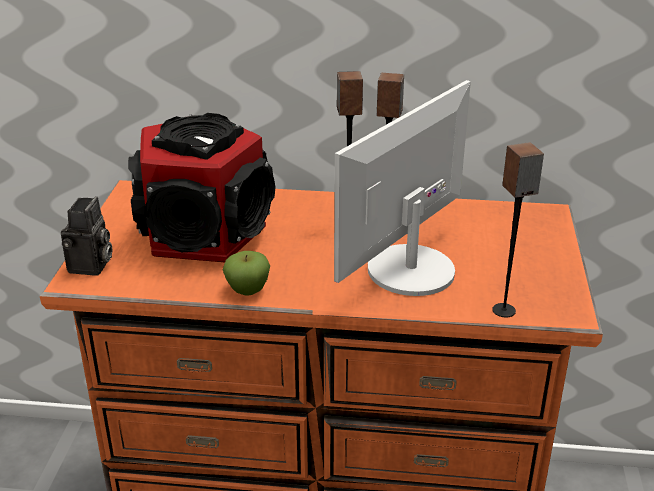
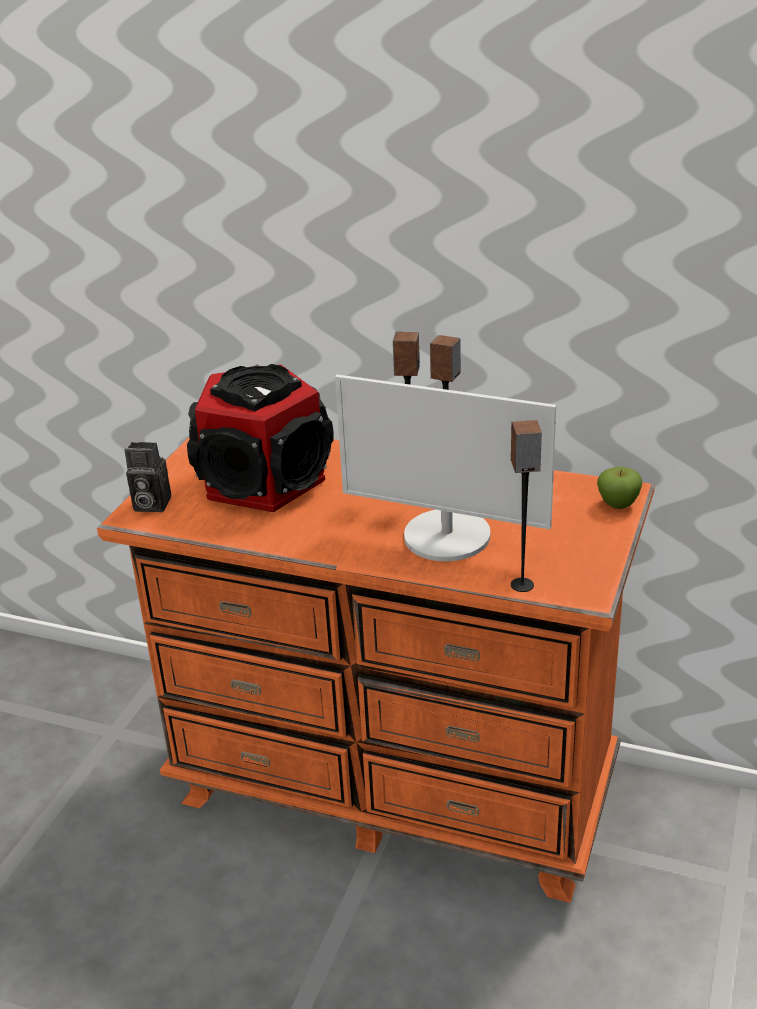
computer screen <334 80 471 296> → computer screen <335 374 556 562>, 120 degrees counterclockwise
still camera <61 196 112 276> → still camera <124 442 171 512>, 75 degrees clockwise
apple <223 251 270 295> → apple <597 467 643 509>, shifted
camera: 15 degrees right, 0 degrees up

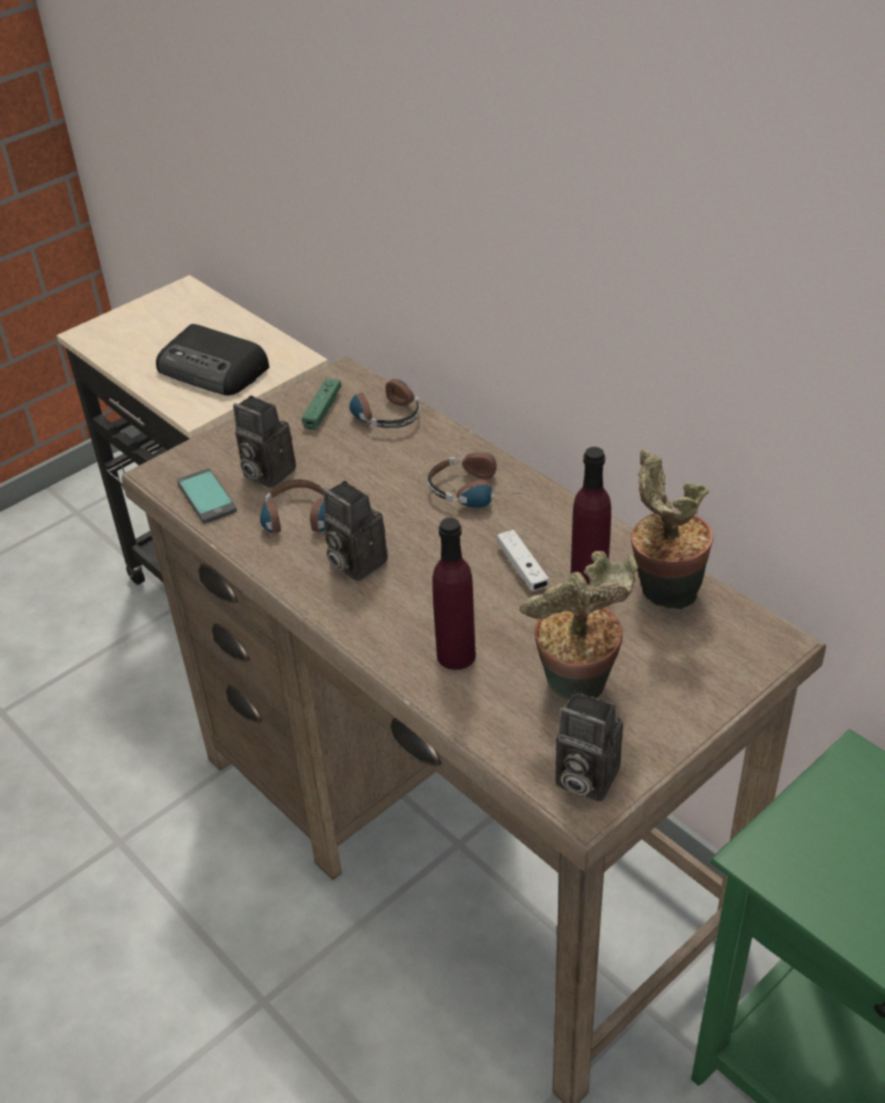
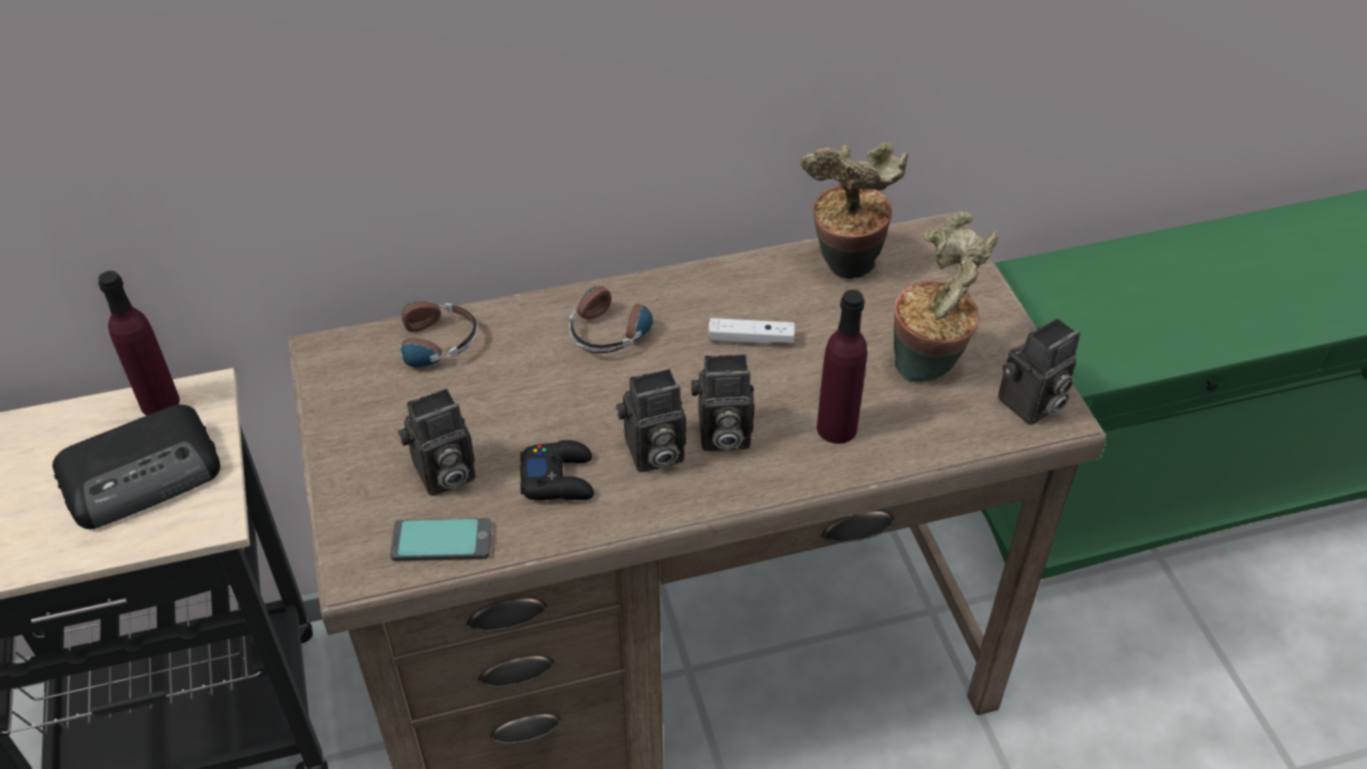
green-coloured game controller <302 378 341 430> → -
purplish bottle <571 447 611 585> → purplish bottle <98 271 180 416>, shifted
headphones <260 479 326 544> → black game controller <520 440 594 500>
- → still camera <691 354 754 451>
camera: 65 degrees left, 5 degrees up

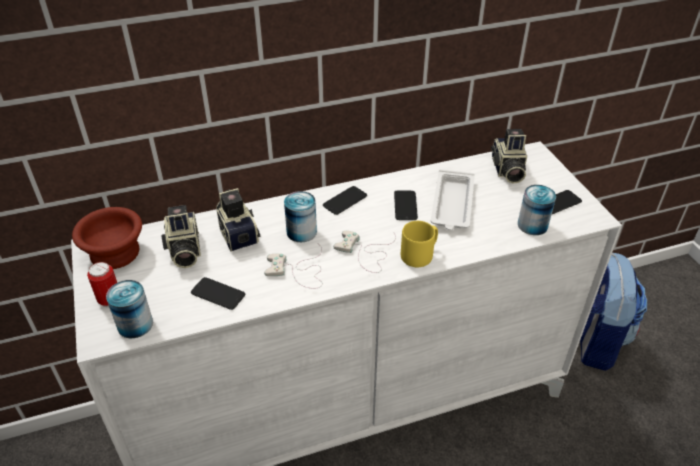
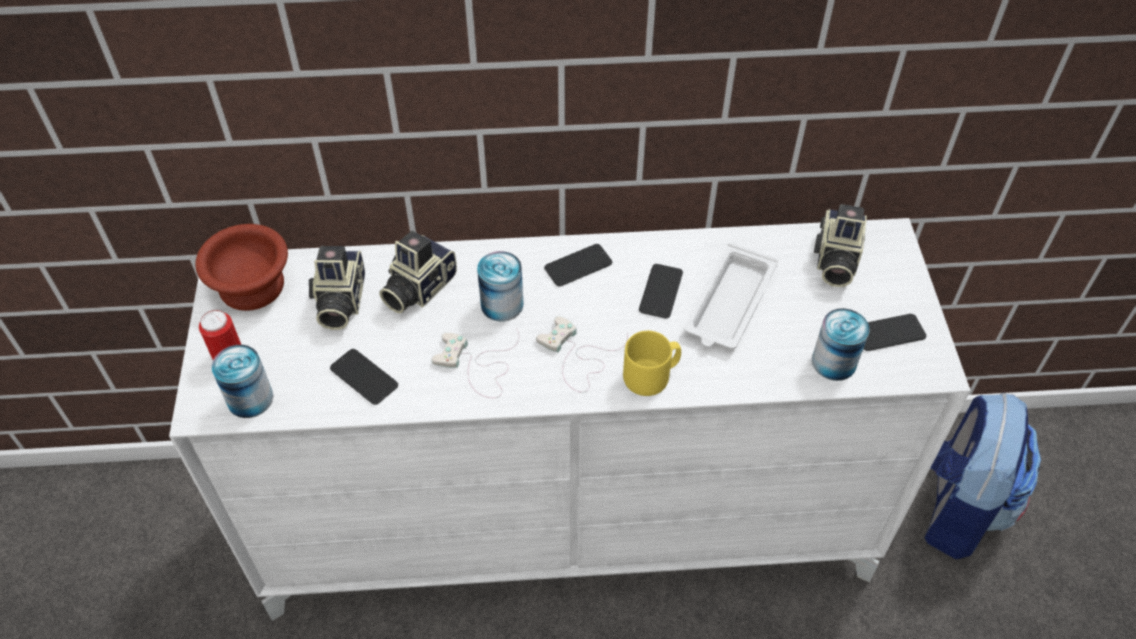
still camera <216 188 260 252> → still camera <379 231 457 313>, 135 degrees counterclockwise
camera: 15 degrees right, 10 degrees up

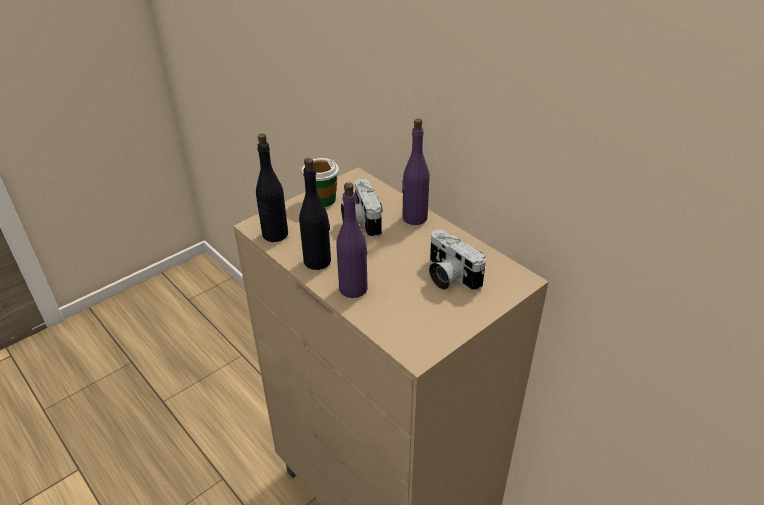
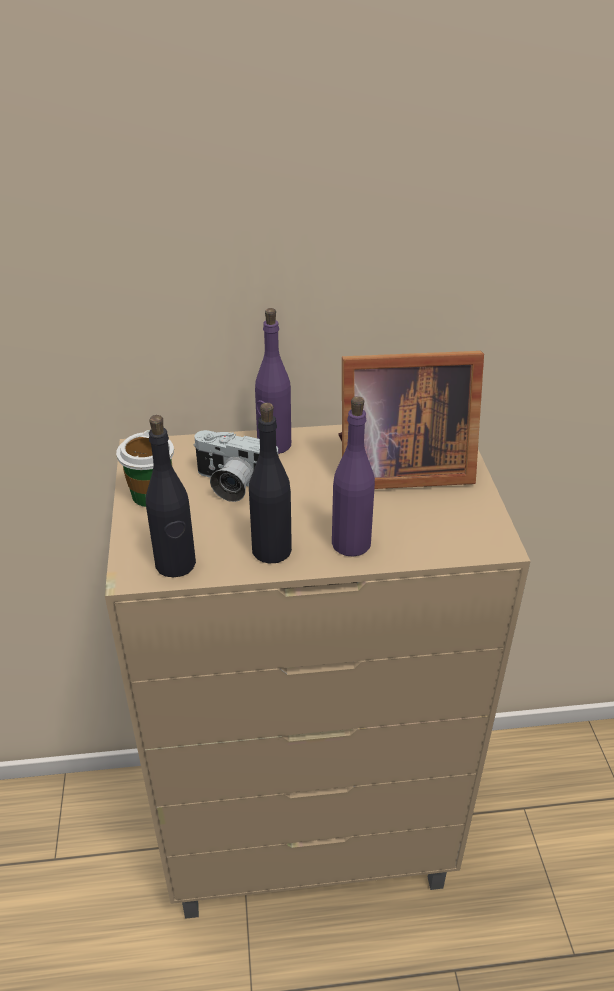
still camera <429 230 486 291> → picture frame <339 351 484 489>
camera: 55 degrees left, 0 degrees up

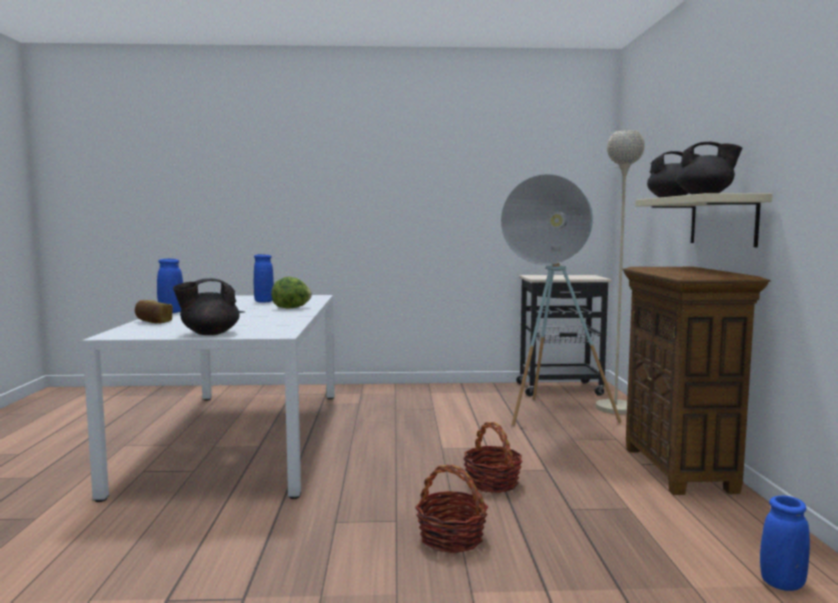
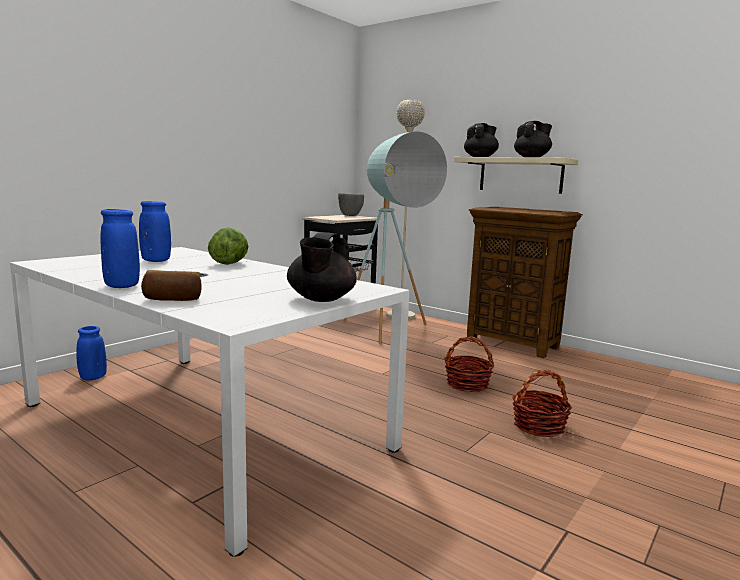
blue-coloured flower vase <760 496 810 591> → blue-coloured flower vase <76 326 107 380>, shifted
- → grey serving bowl <338 193 364 216>
camera: 50 degrees left, 5 degrees up

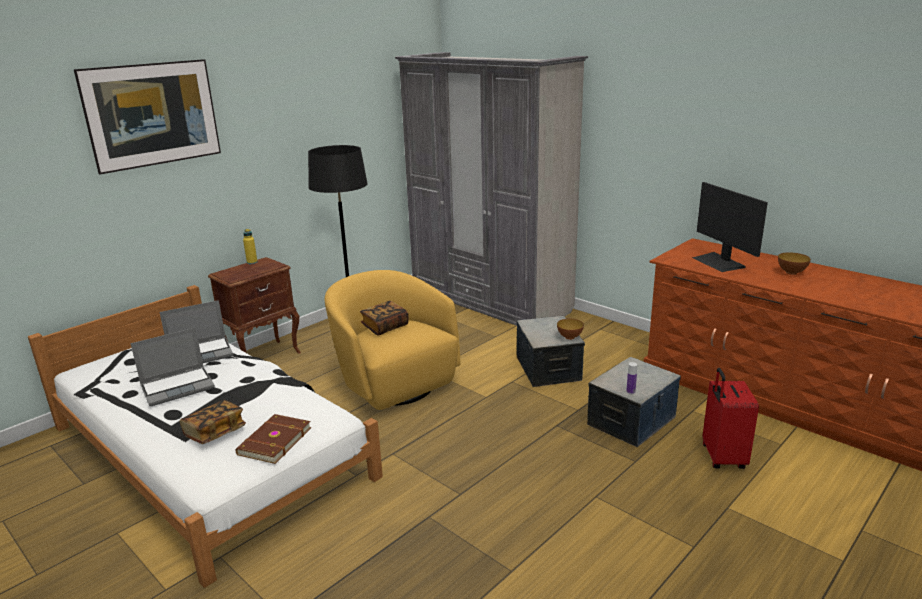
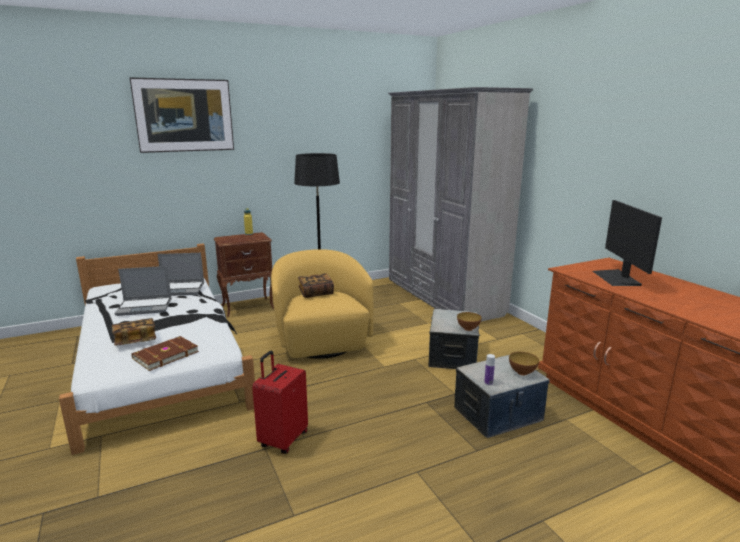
serving bowl <778 252 811 275> → serving bowl <509 352 539 376>, shifted
red travel case <702 368 759 469> → red travel case <252 351 308 454>, shifted
camera: 20 degrees right, 5 degrees down

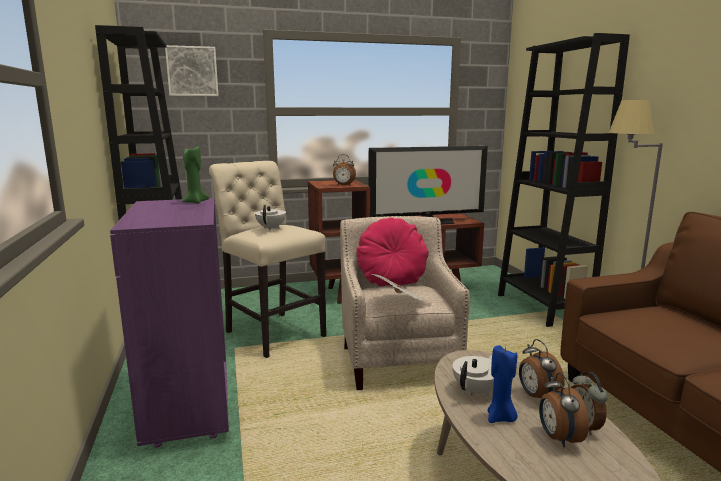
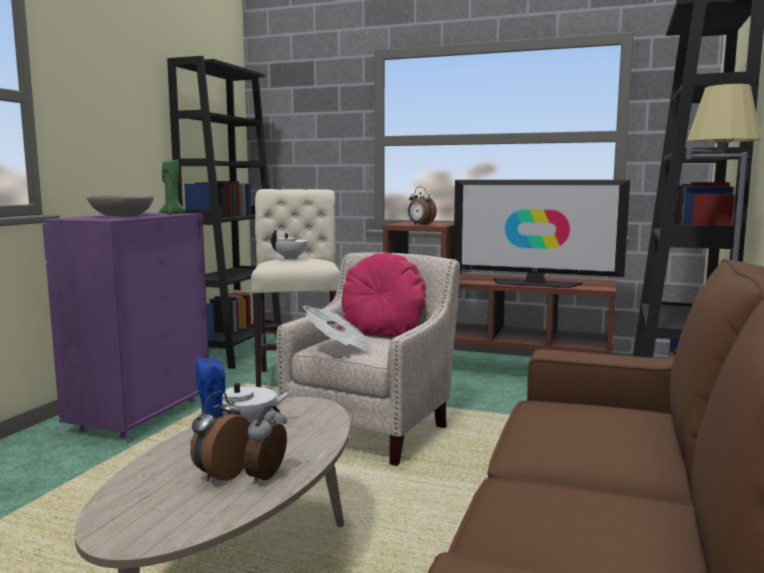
wall picture <165 45 219 96> → -
alarm clock <519 339 564 398> → -
- → grey serving bowl <87 195 154 216>
camera: 35 degrees right, 5 degrees down

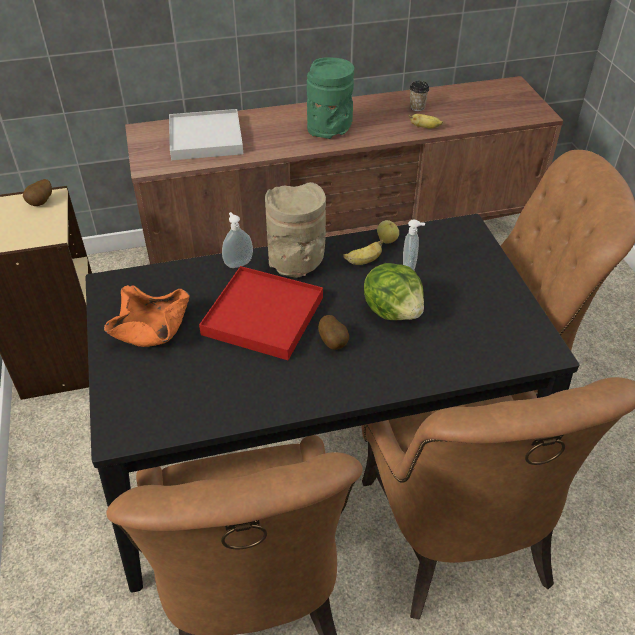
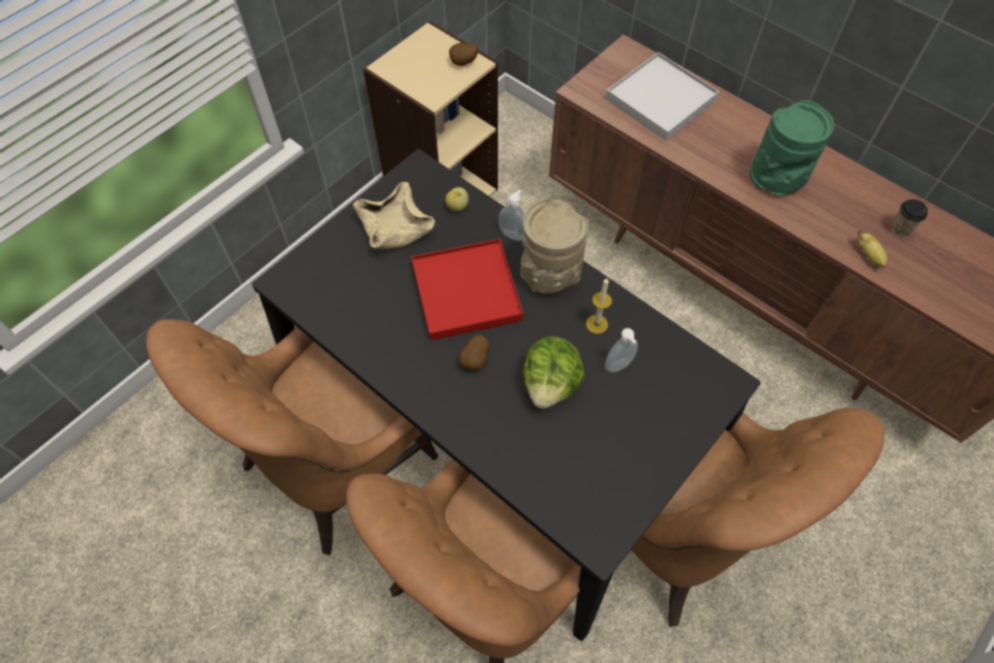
apple <377 220 399 244> → apple <445 187 469 212>, shifted
banana fruit <343 240 383 265> → wax light <586 278 612 334>
orange serving bowl <104 285 190 347> → sand-coloured serving bowl <353 182 435 249>
camera: 55 degrees right, 15 degrees up

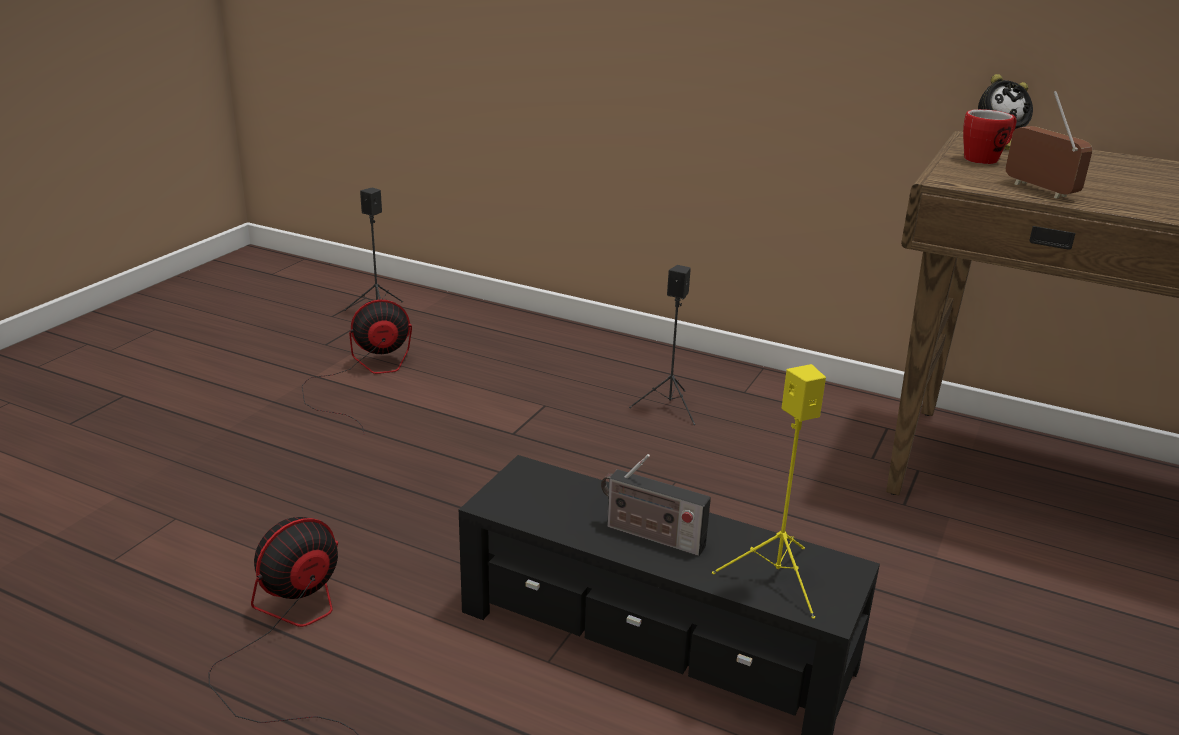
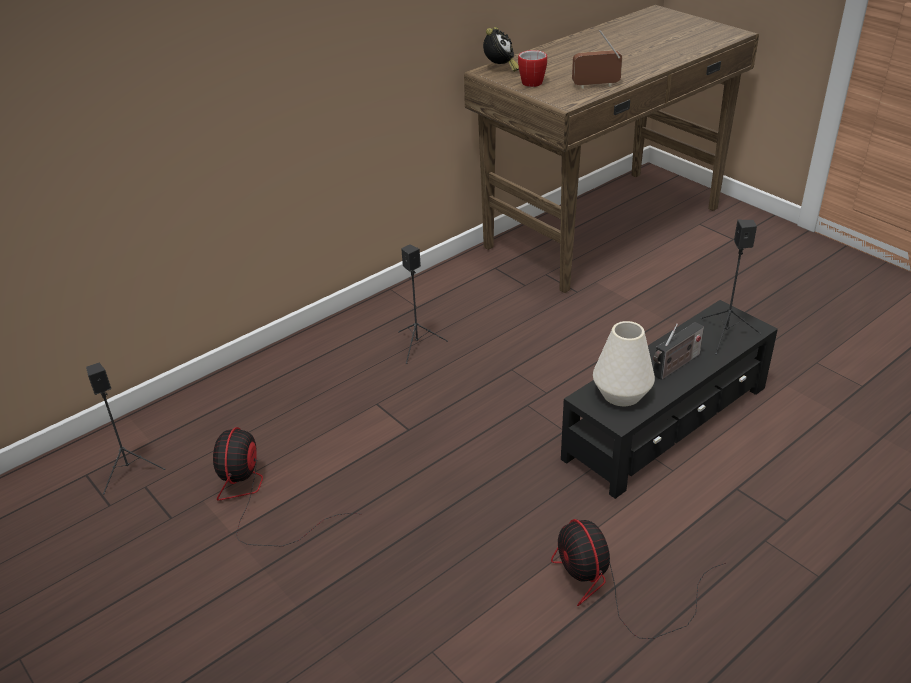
yellowish loudspeaker <712 364 826 619> → black loudspeaker <700 220 761 355>
- → white-coloured flower vase <593 321 655 406>
camera: 65 degrees left, 10 degrees up

